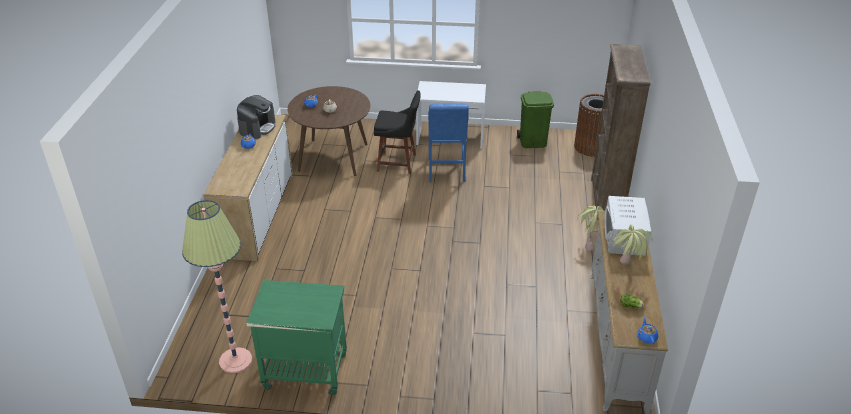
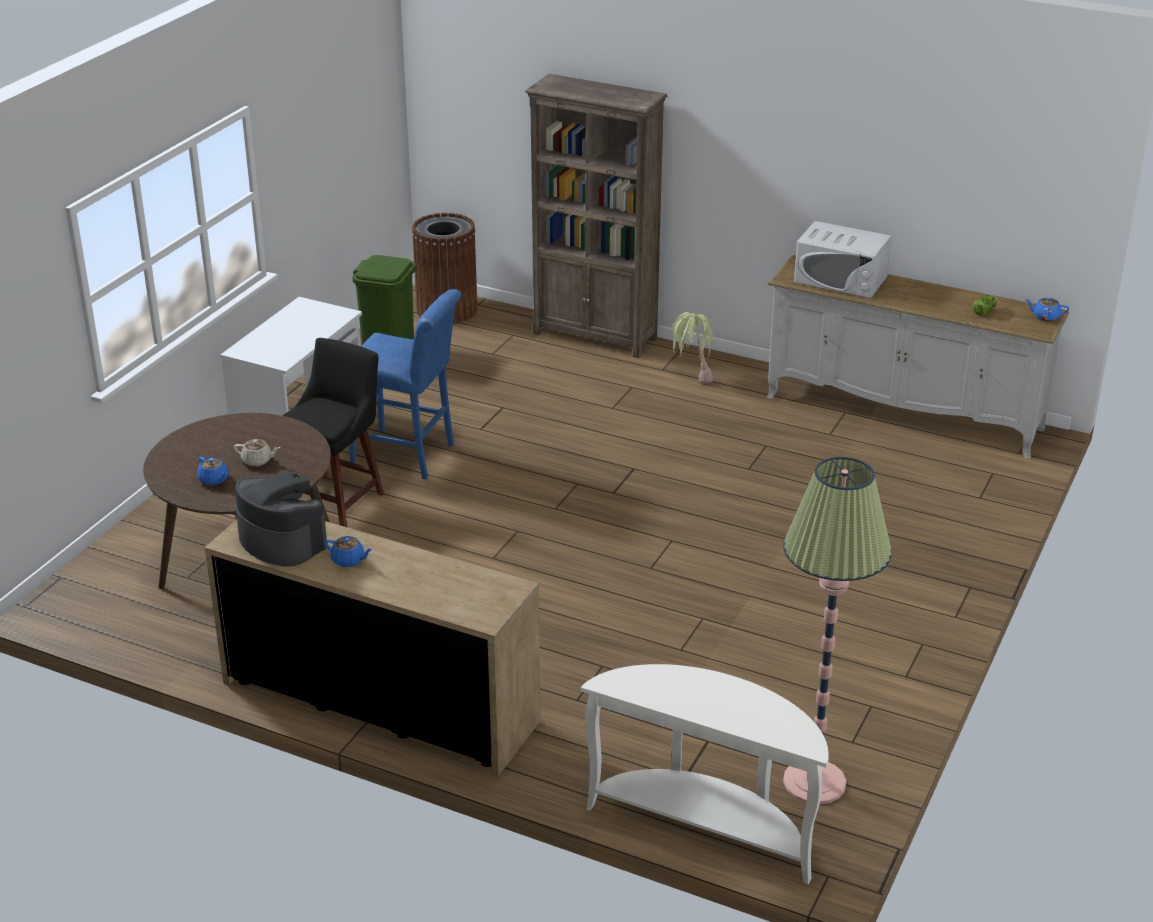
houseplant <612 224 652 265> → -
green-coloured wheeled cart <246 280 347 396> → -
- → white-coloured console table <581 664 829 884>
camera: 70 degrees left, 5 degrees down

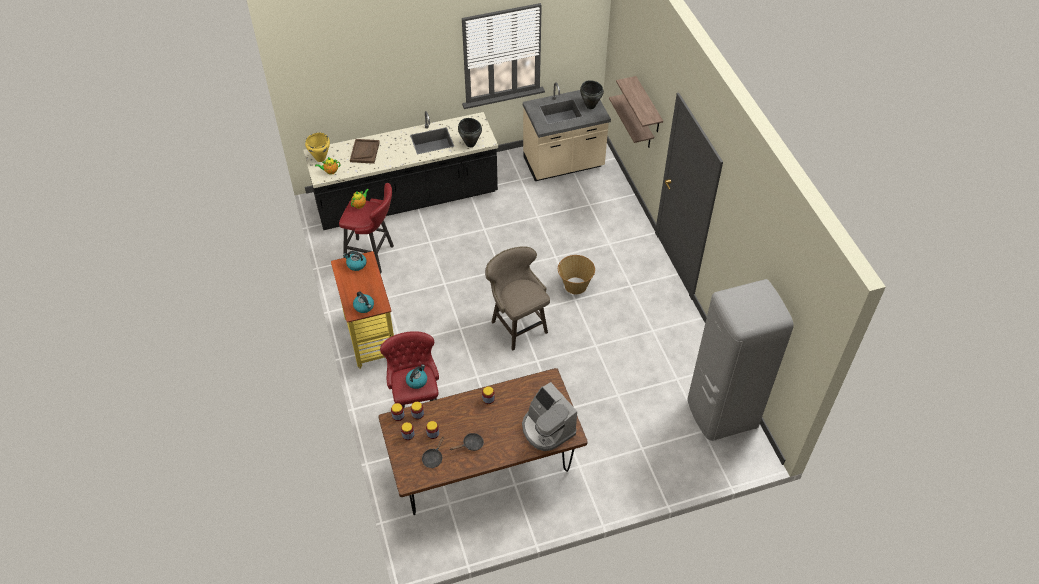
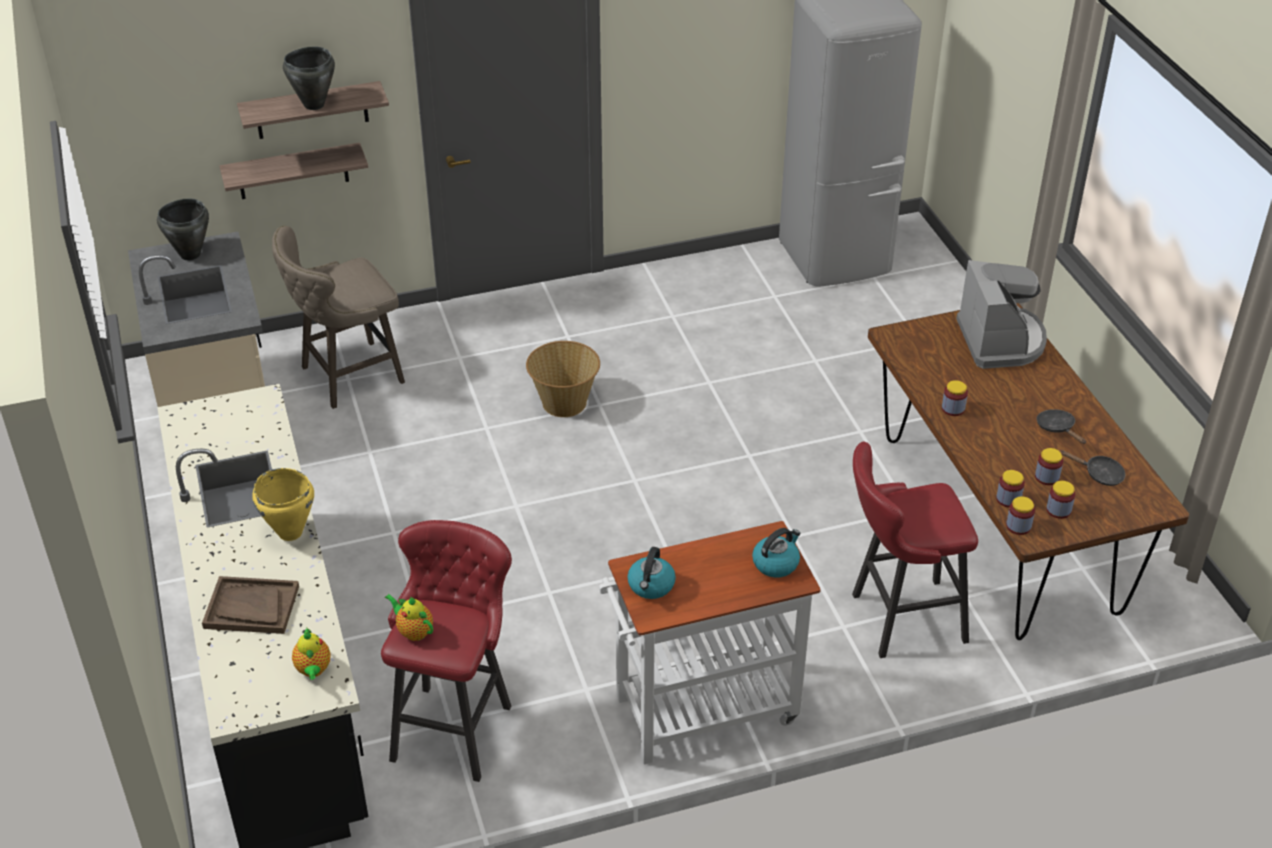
black cooking pot <458 118 482 147> → black cooking pot <283 47 335 110>, shifted
yellowish cooking pot <305 133 330 162> → yellowish cooking pot <252 468 314 541>, shifted
sand-coloured sitting stool <485 246 550 350> → sand-coloured sitting stool <272 226 405 409>, shifted
yellowish wheeled cart <331 251 394 369> → white-coloured wheeled cart <599 521 821 764>
tea kettle <406 364 427 389> → -
coffee brewer <522 382 577 451> → coffee brewer <956 260 1047 369>, 60 degrees counterclockwise
camera: 90 degrees left, 10 degrees down

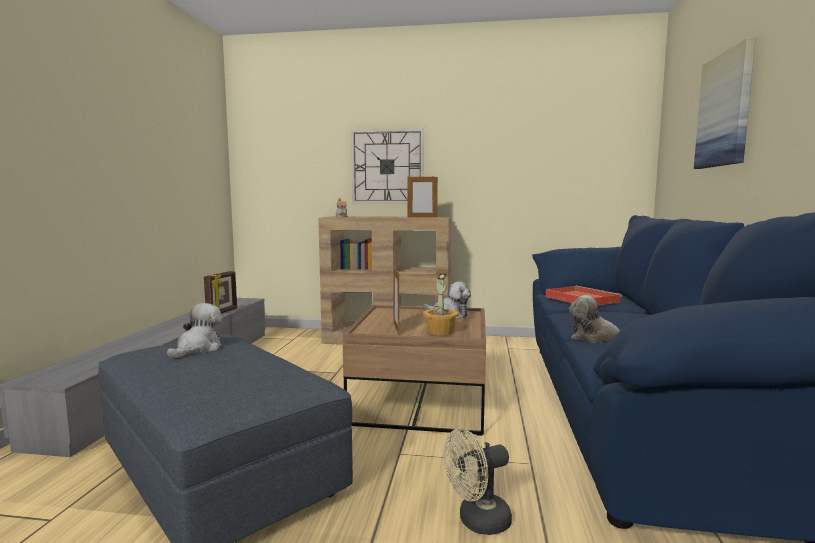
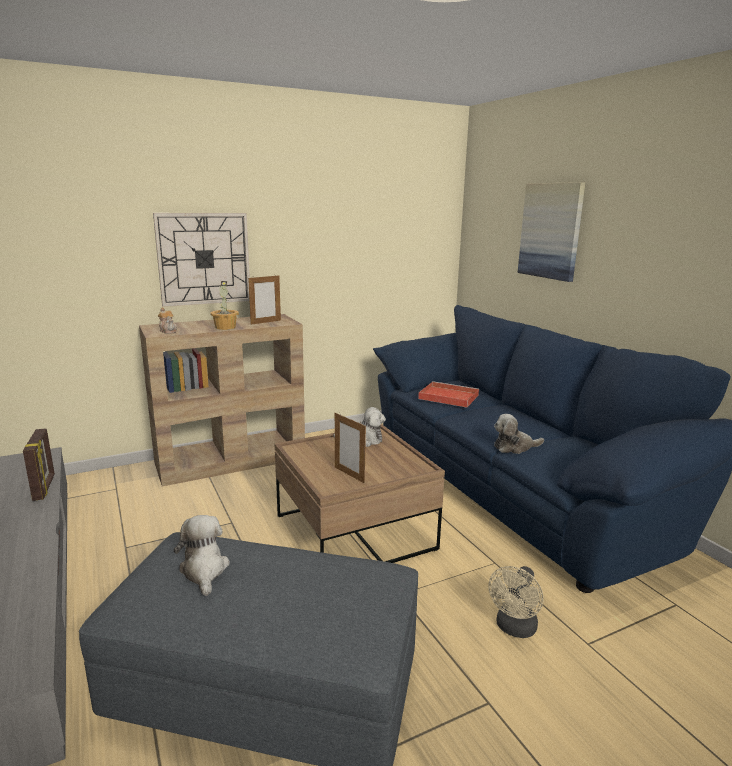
houseplant <423 273 458 335> → houseplant <210 281 239 330>, shifted
camera: 35 degrees left, 10 degrees up

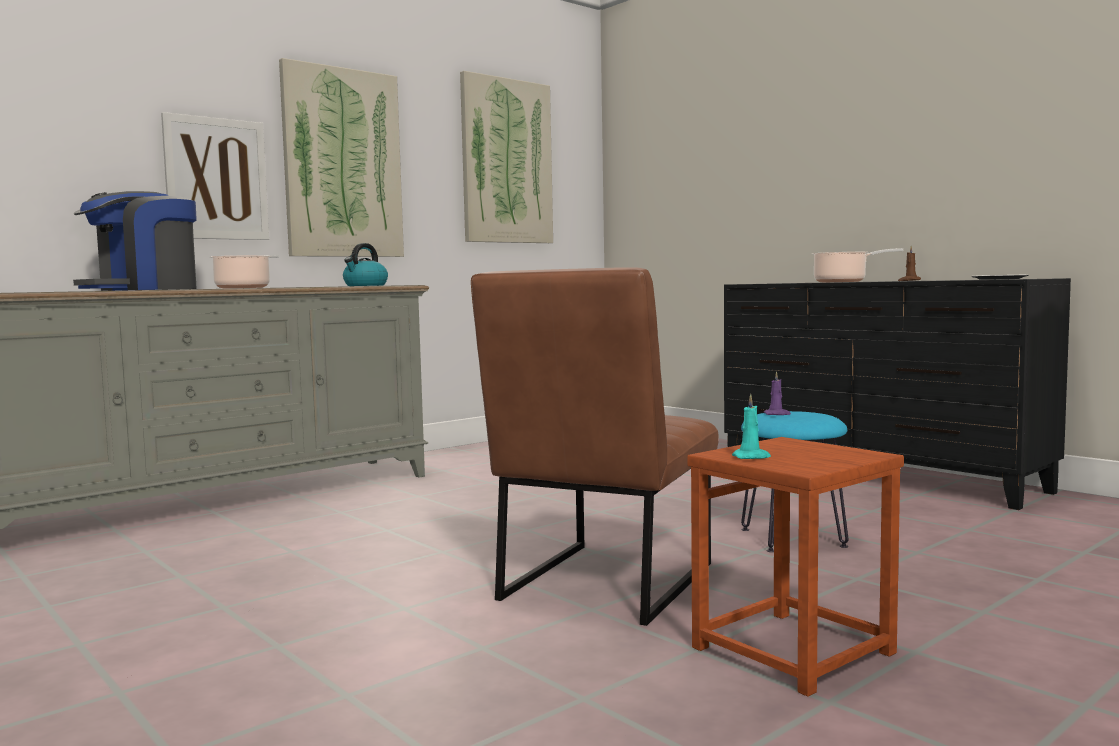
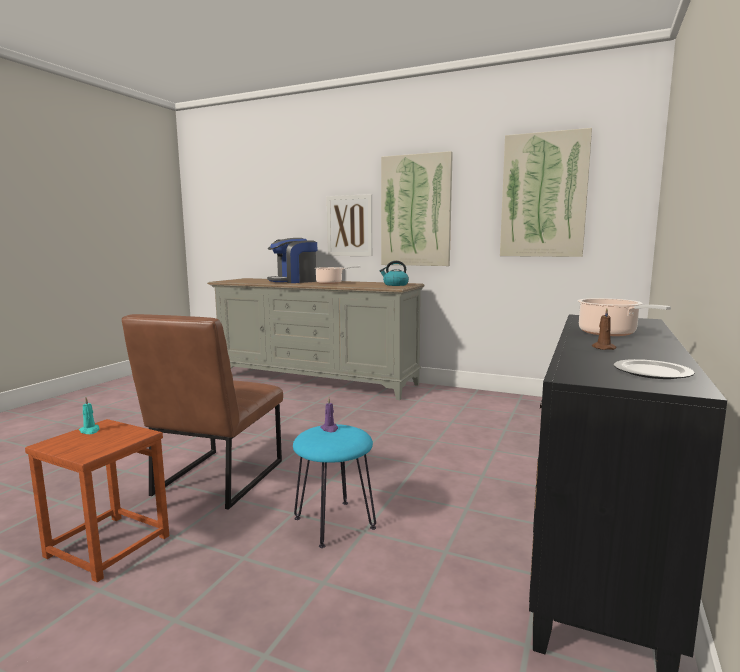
coffee brewer <73 191 197 291> → coffee brewer <267 238 317 283>, 45 degrees counterclockwise
brown-coloured plain chair <471 267 719 626> → brown-coloured plain chair <122 314 283 510>, 75 degrees counterclockwise
camera: 65 degrees right, 5 degrees up

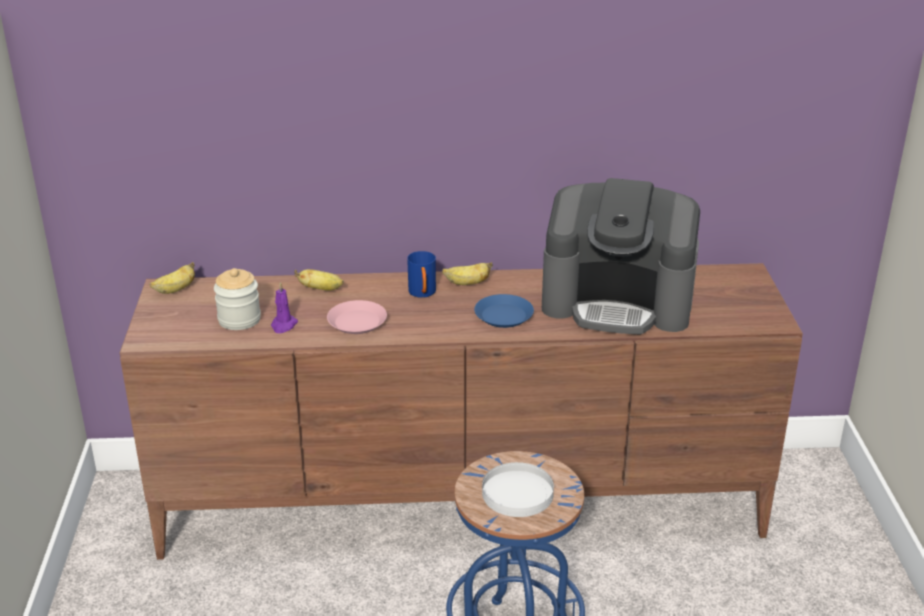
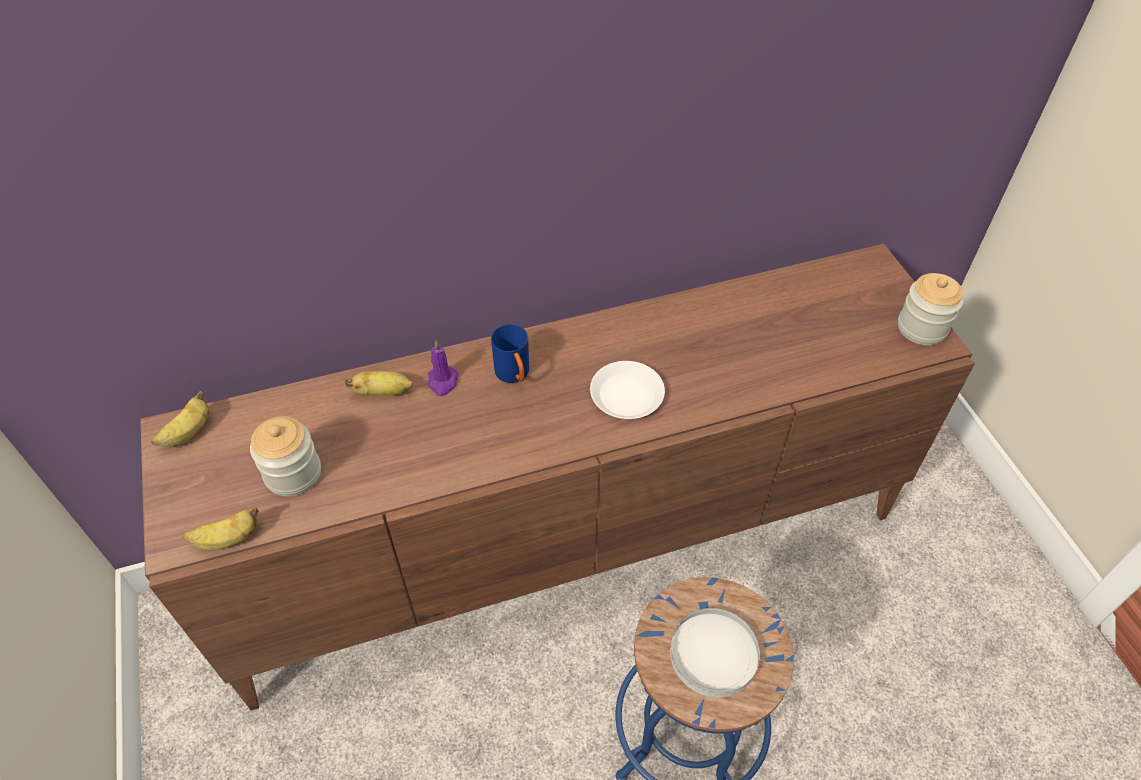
coffee brewer <542 178 700 335> → -
banana fruit <442 262 493 285> → banana fruit <182 507 259 551>, shifted
purplish wax light <271 282 298 333> → purplish wax light <428 340 459 396>, shifted
blue-coloured dinner plate <474 294 534 328> → white-coloured dinner plate <590 361 665 419>
pink-coloured dinner plate <327 300 387 334> → -
- → jar <898 273 963 345>
camera: 15 degrees left, 20 degrees up

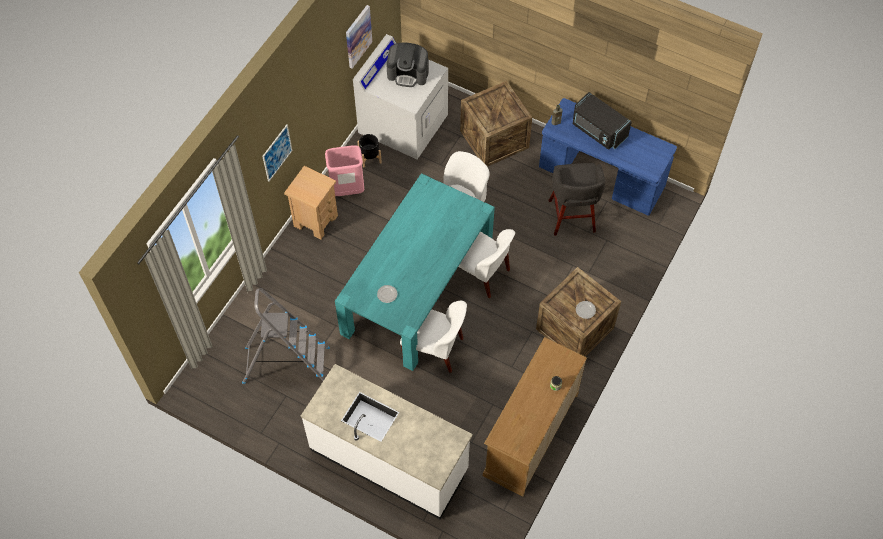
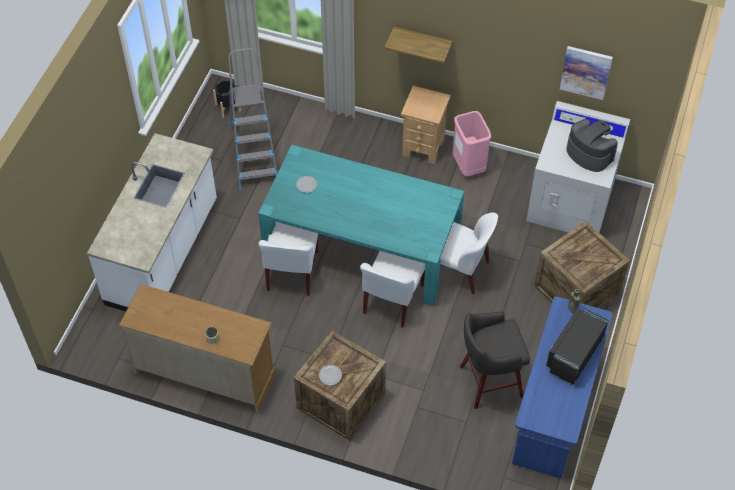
coffee brewer <387 43 429 87> → coffee brewer <566 119 618 172>, 135 degrees clockwise
wall picture <262 125 292 182> → shelf <384 27 453 63>
black flower pot <357 134 382 167> → black flower pot <213 80 241 118>, shifted
camera: 80 degrees right, 5 degrees down

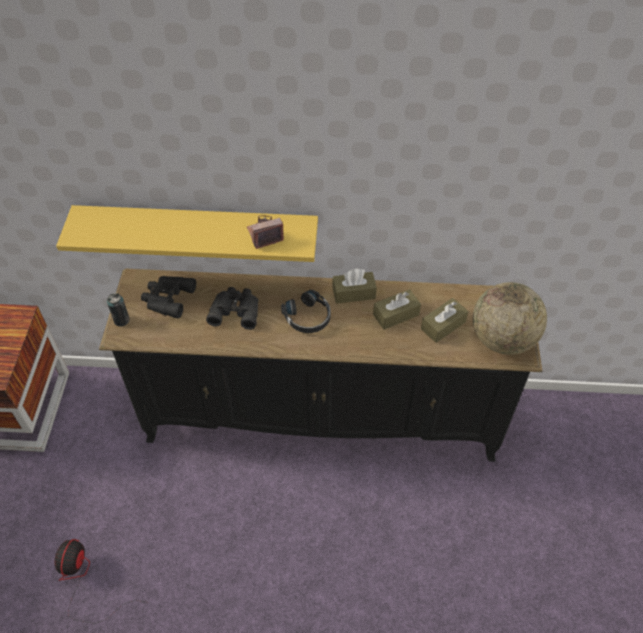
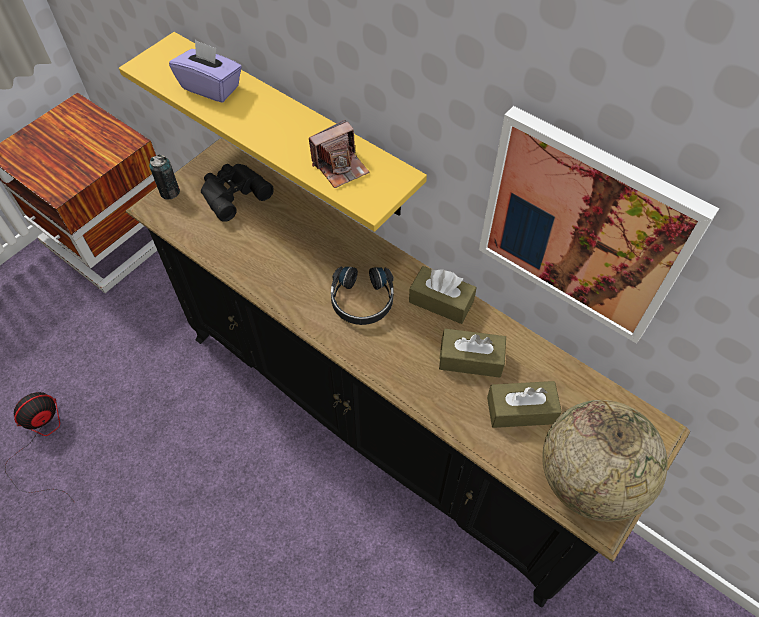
still camera <247 215 284 249> → still camera <309 120 369 188>, 135 degrees clockwise
black field glasses <206 287 259 330> → -
- → purplish tissue holder <169 40 242 102>
- → wall picture <479 106 719 344>
camera: 35 degrees right, 5 degrees up

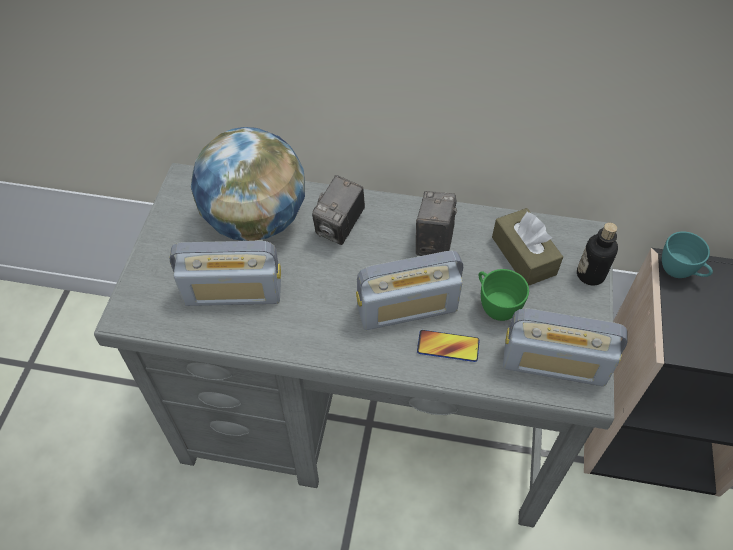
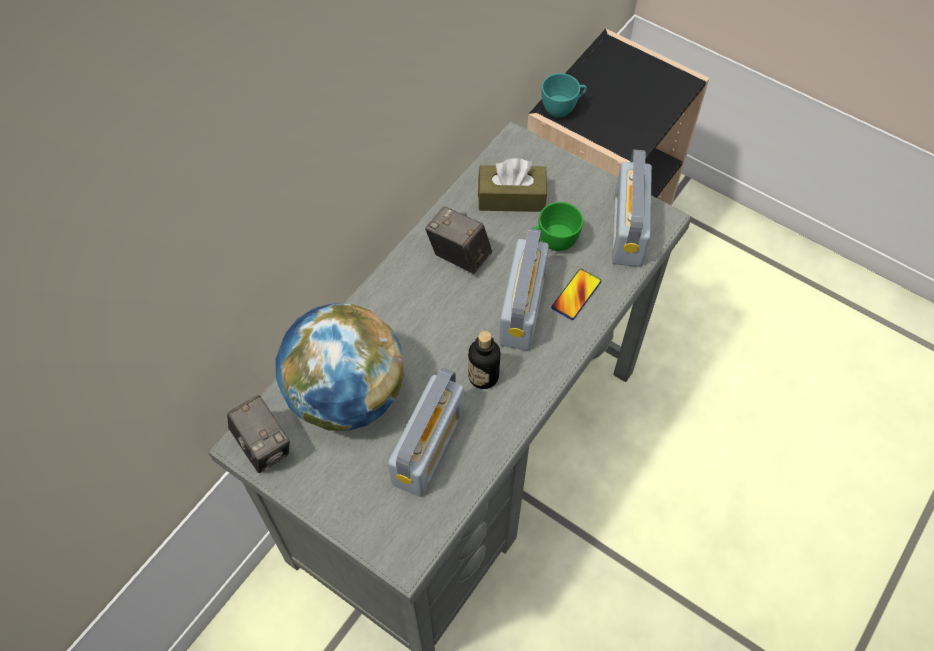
still camera <312 175 365 245> → still camera <227 395 290 473>, shifted
bottle <577 222 618 286> → bottle <468 331 500 389>, shifted
radio <503 308 627 386> → radio <612 149 652 267>, 150 degrees clockwise
camera: 65 degrees left, 5 degrees up

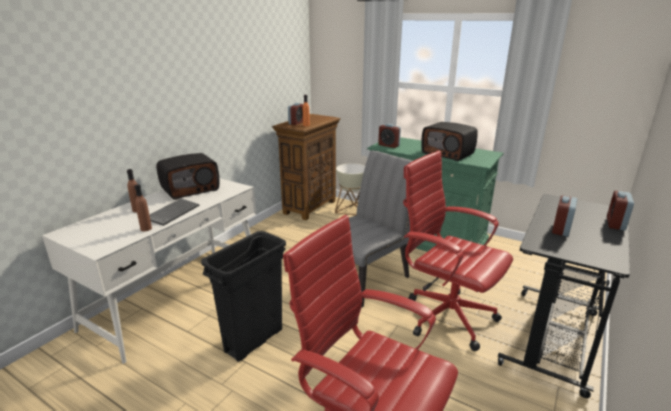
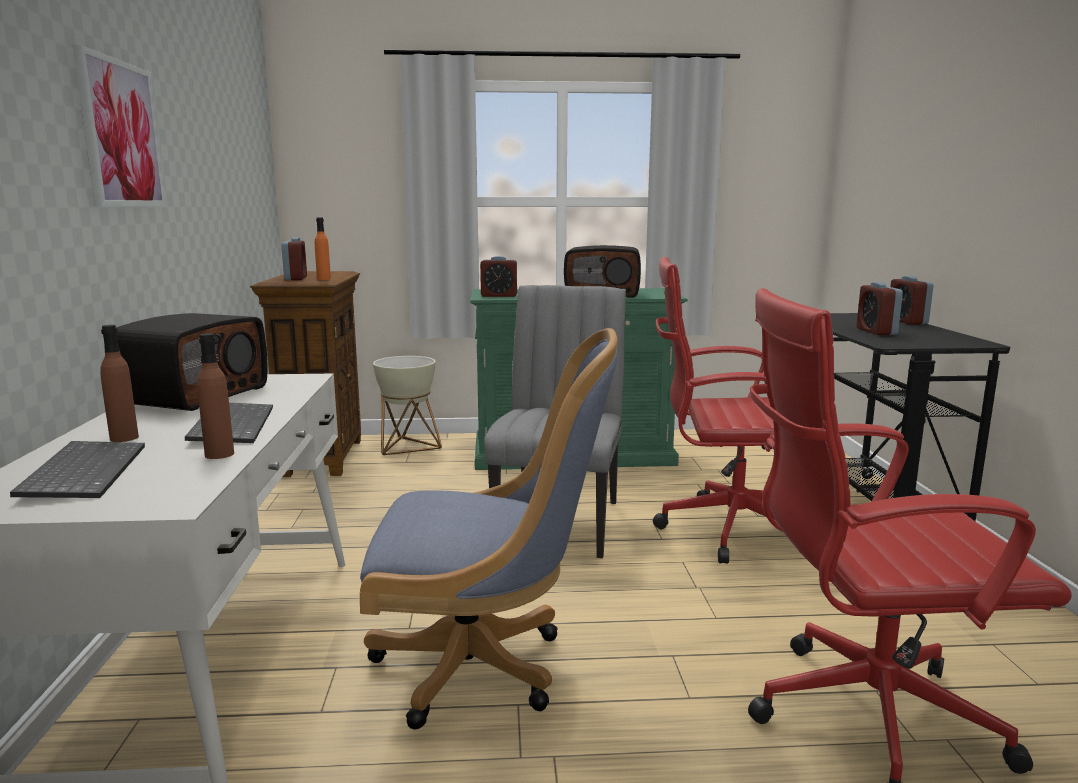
black waste bin <201 231 286 362> → blue-coloured desk chair <360 328 618 730>
- → wall picture <73 45 167 207>
- → computer keyboard <10 441 145 498>
camera: 35 degrees left, 10 degrees down

